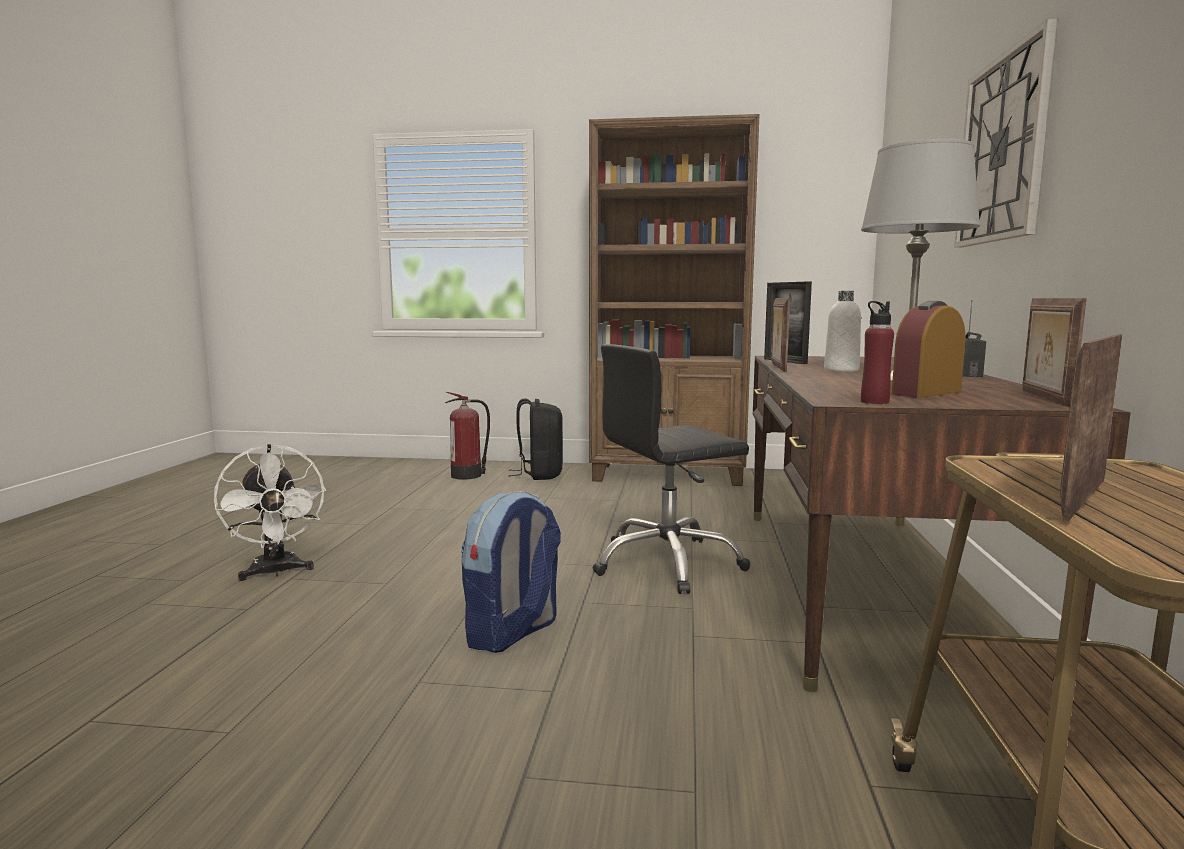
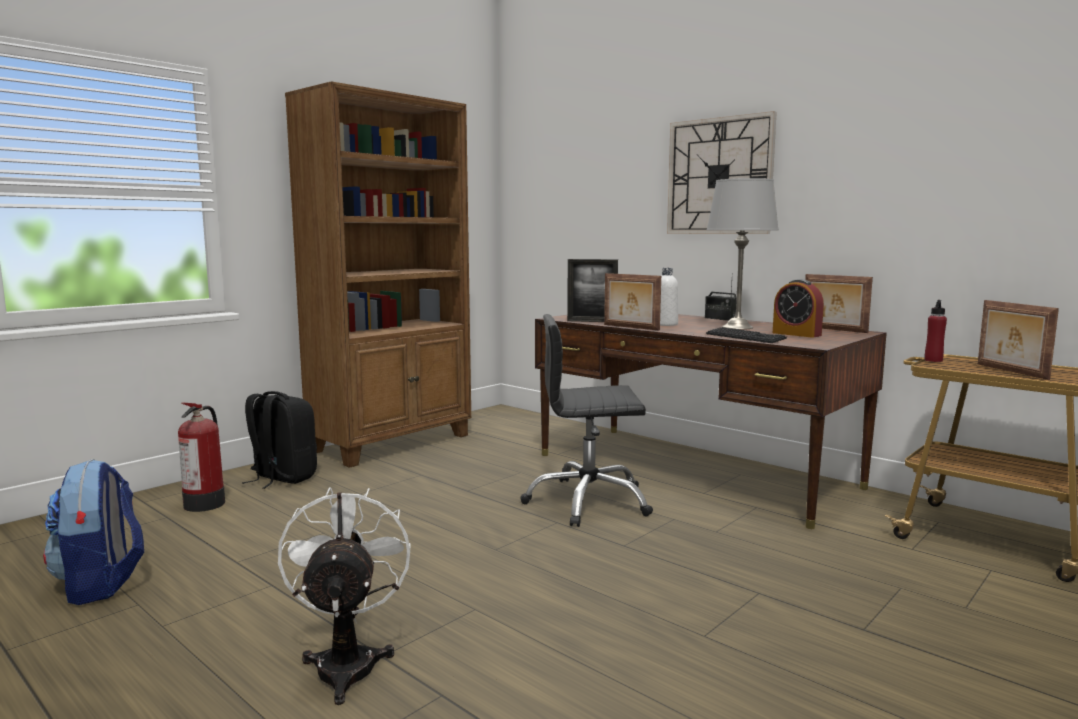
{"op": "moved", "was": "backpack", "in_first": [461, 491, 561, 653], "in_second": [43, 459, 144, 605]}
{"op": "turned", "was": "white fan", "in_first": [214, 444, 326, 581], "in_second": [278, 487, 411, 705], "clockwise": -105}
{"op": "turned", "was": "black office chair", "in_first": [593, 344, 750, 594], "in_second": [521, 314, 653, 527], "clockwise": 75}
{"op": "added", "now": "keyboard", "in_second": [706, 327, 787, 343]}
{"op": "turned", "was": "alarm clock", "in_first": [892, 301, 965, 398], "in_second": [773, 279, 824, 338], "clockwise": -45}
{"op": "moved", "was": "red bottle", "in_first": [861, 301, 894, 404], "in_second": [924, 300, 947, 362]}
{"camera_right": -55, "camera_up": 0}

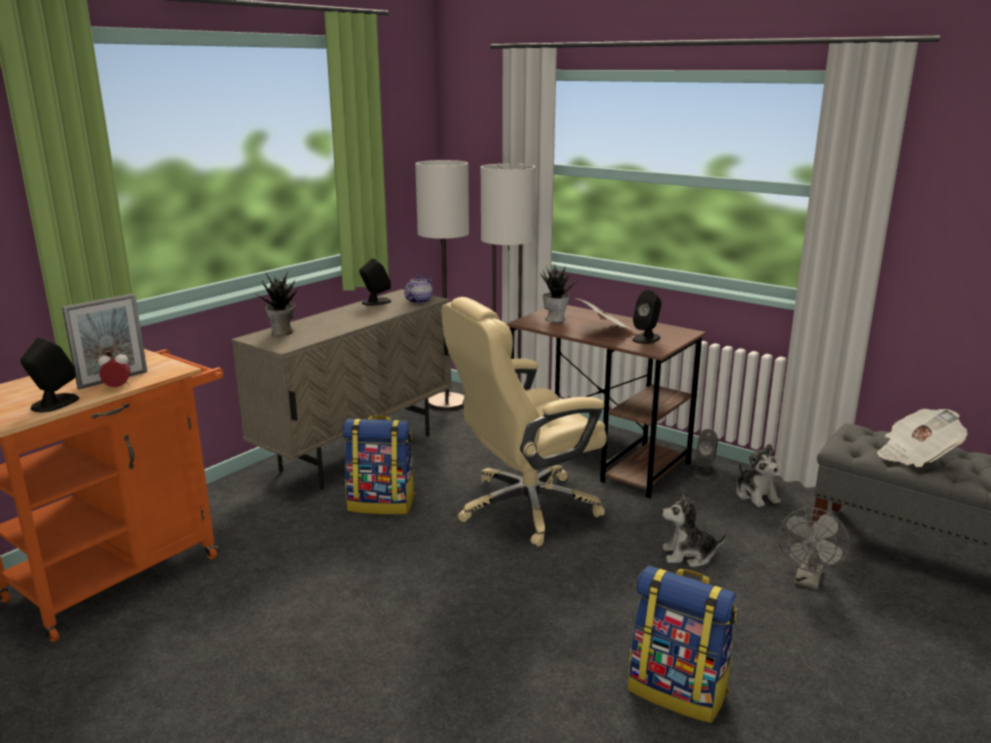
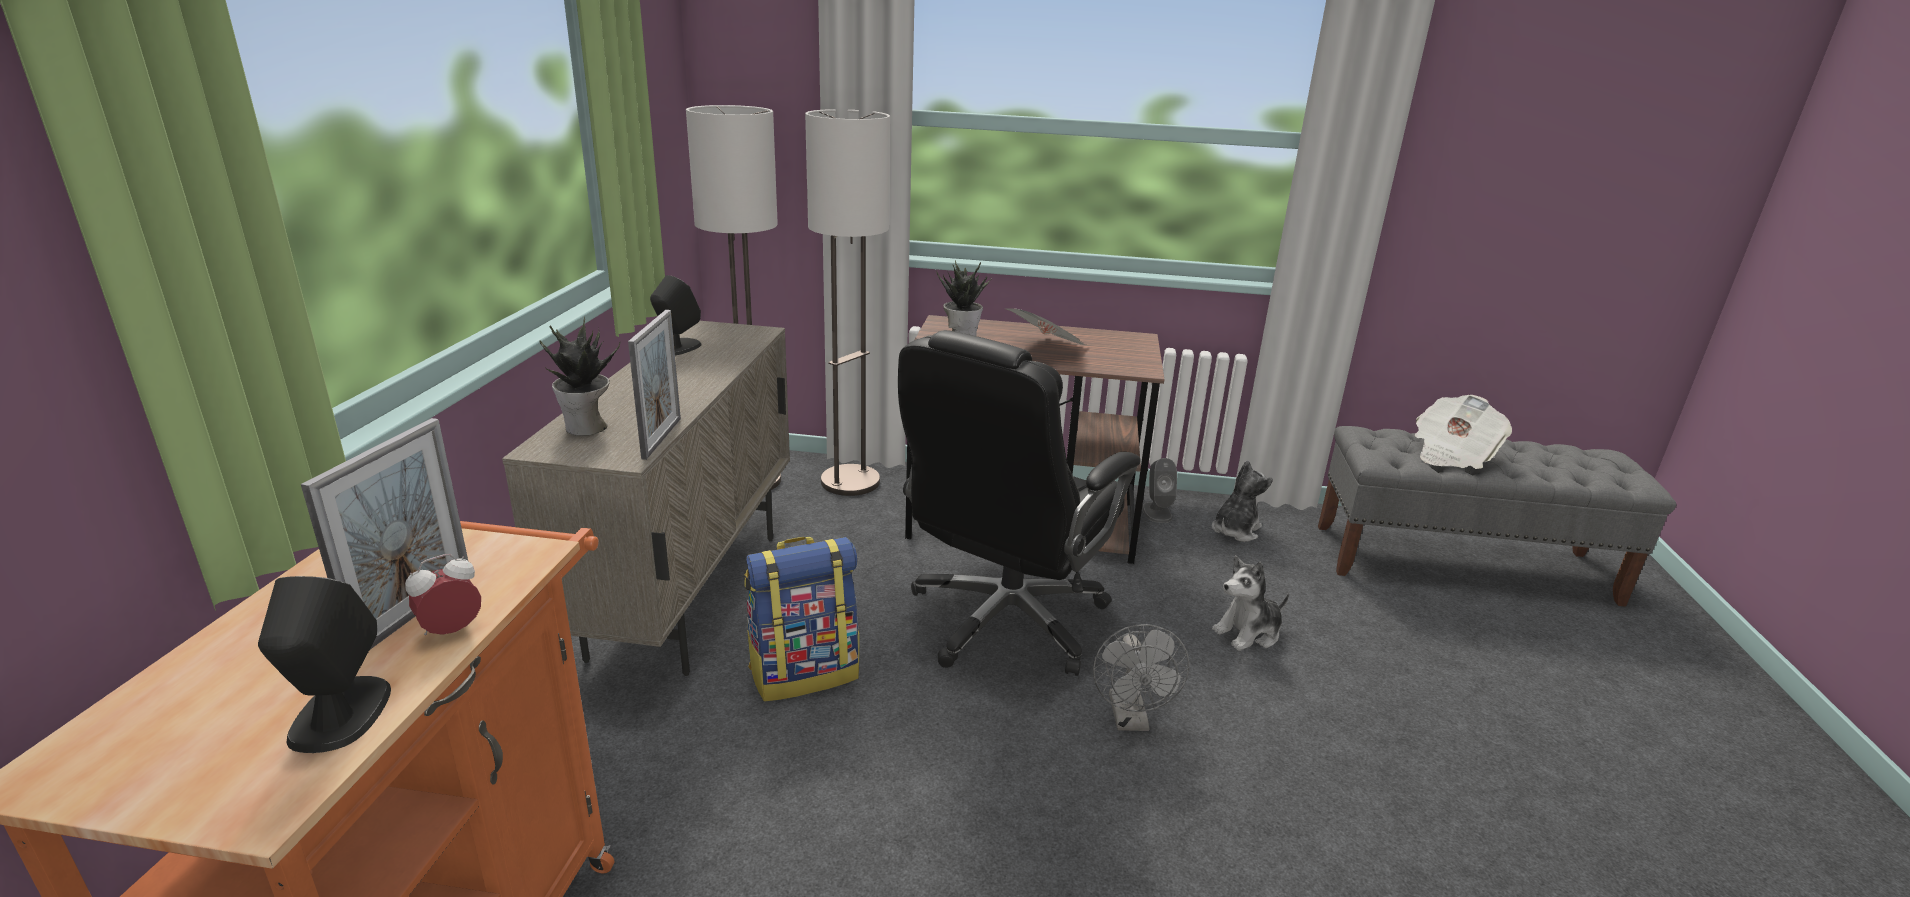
{"op": "added", "now": "picture frame", "in_second": [628, 310, 681, 460]}
{"op": "recoloured", "was": "beige office chair", "now": "black office chair", "in_first": [442, 297, 607, 547], "in_second": [898, 330, 1141, 676]}
{"op": "moved", "was": "grey fan", "in_first": [778, 508, 850, 589], "in_second": [1093, 624, 1190, 731]}
{"op": "turned", "was": "plush toy", "in_first": [736, 444, 780, 507], "in_second": [1212, 460, 1273, 542], "clockwise": -90}
{"op": "removed", "was": "teapot", "in_first": [404, 275, 433, 304]}
{"op": "removed", "was": "backpack", "in_first": [628, 566, 737, 723]}
{"op": "removed", "was": "black speaker", "in_first": [632, 290, 661, 344]}
{"camera_right": -30, "camera_up": 5}

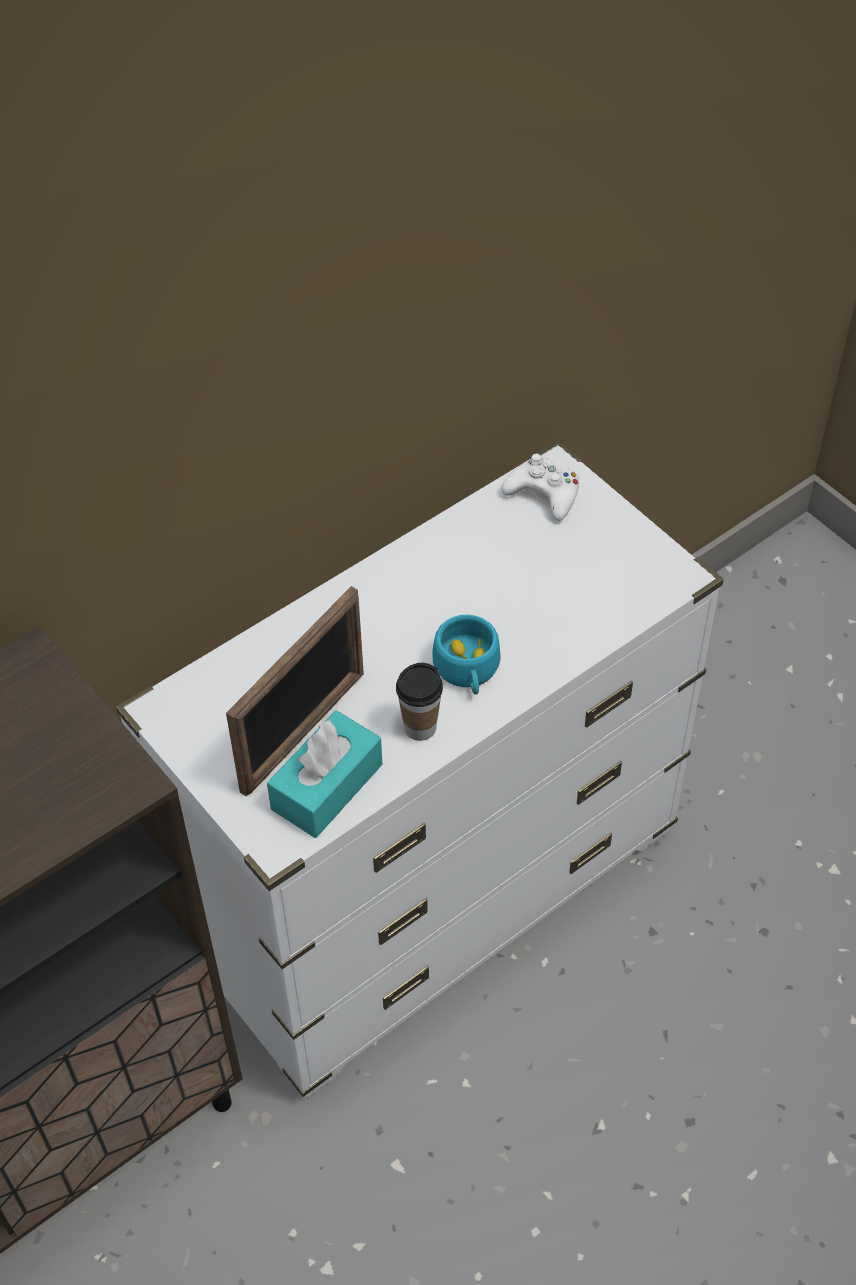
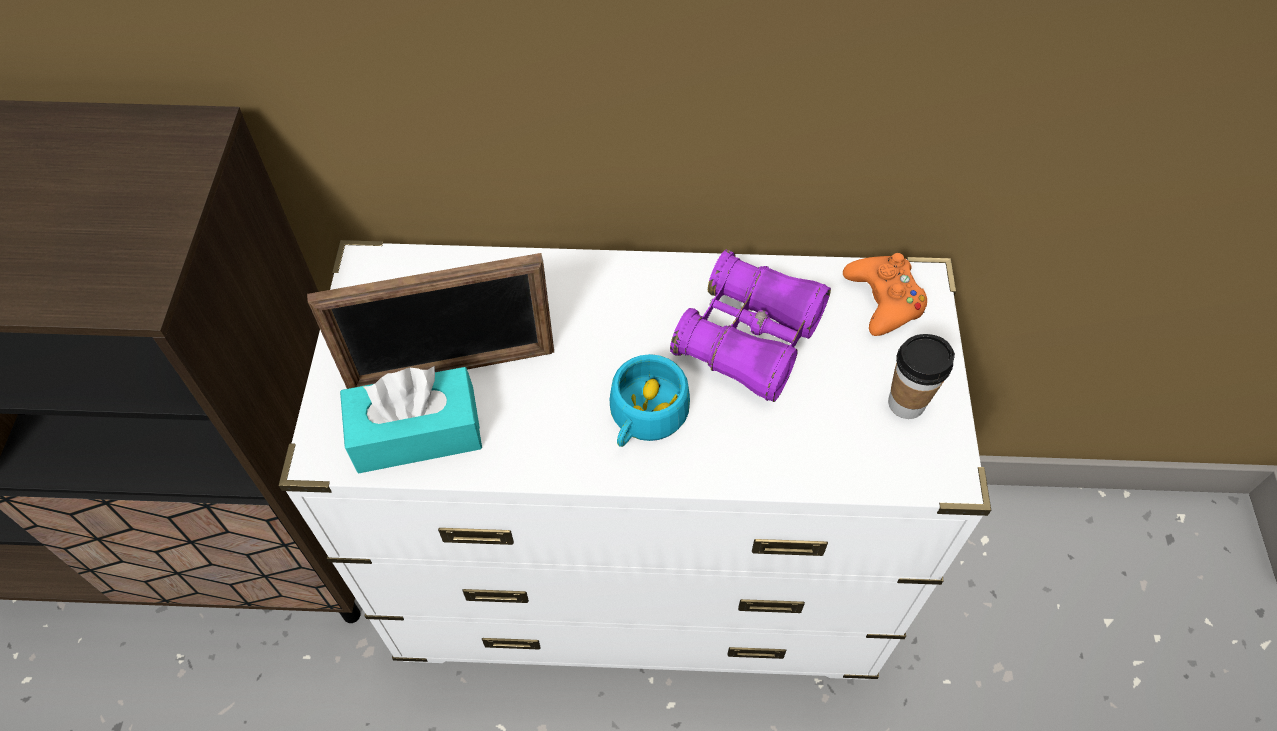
{"op": "added", "now": "purple binoculars", "in_second": [670, 250, 831, 402]}
{"op": "recoloured", "was": "white game controller", "now": "orange game controller", "in_first": [502, 454, 579, 521], "in_second": [843, 253, 927, 336]}
{"op": "moved", "was": "cup", "in_first": [396, 663, 443, 741], "in_second": [888, 334, 955, 419]}
{"camera_right": 40, "camera_up": 5}

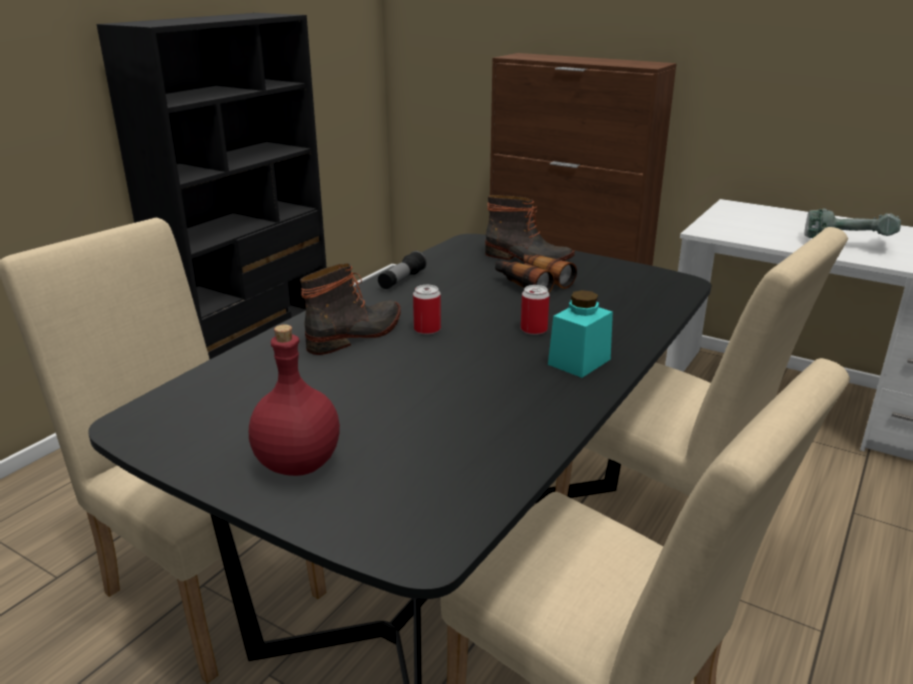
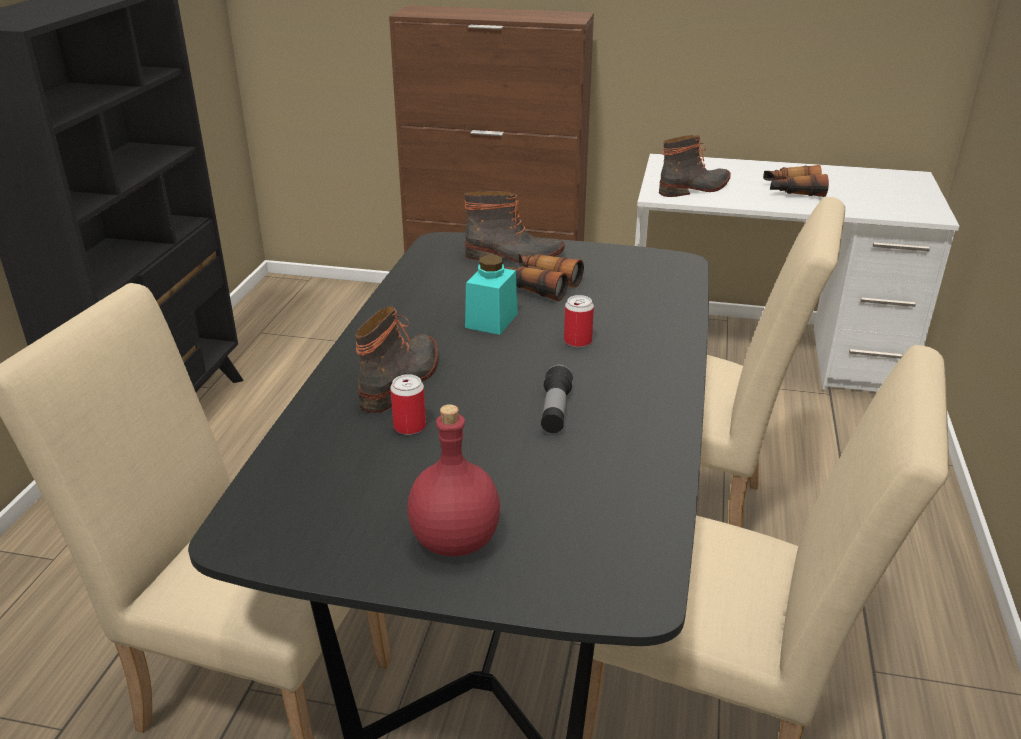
{"op": "moved", "was": "can", "in_first": [413, 285, 441, 335], "in_second": [390, 374, 426, 435]}
{"op": "moved", "was": "turquoise jar", "in_first": [548, 290, 613, 378], "in_second": [465, 255, 518, 335]}
{"op": "moved", "was": "flashlight", "in_first": [378, 251, 427, 289], "in_second": [541, 364, 573, 433]}
{"op": "added", "now": "boot", "in_second": [659, 135, 731, 197]}
{"op": "replaced", "was": "power drill", "now": "binoculars", "in_first": [804, 208, 901, 238], "in_second": [763, 165, 829, 197]}
{"camera_right": -20, "camera_up": 5}

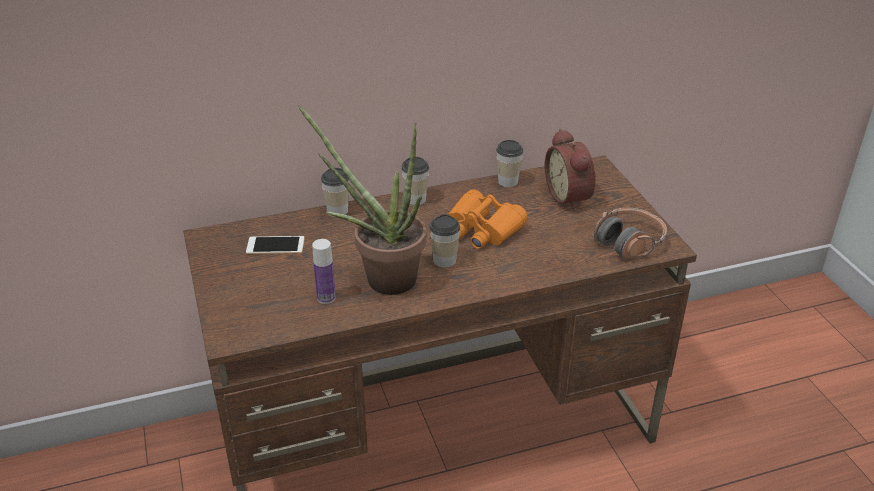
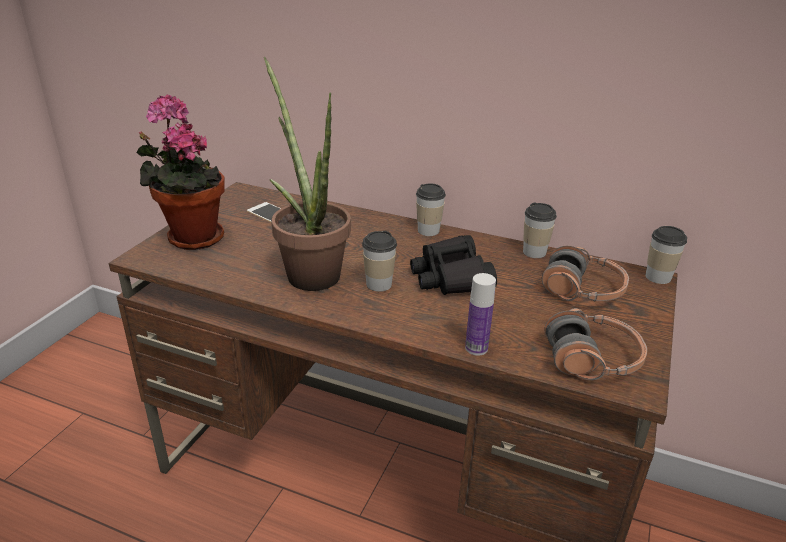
{"op": "added", "now": "potted plant", "in_second": [137, 95, 225, 250]}
{"op": "recoloured", "was": "orange binoculars", "now": "black binoculars", "in_first": [448, 189, 528, 249], "in_second": [410, 235, 497, 295]}
{"op": "moved", "was": "bottle", "in_first": [312, 239, 336, 304], "in_second": [465, 273, 496, 356]}
{"op": "replaced", "was": "alarm clock", "now": "headphones", "in_first": [545, 129, 595, 211], "in_second": [542, 246, 629, 301]}
{"op": "moved", "was": "cup", "in_first": [321, 168, 349, 217], "in_second": [645, 226, 687, 284]}
{"camera_right": 40, "camera_up": -5}

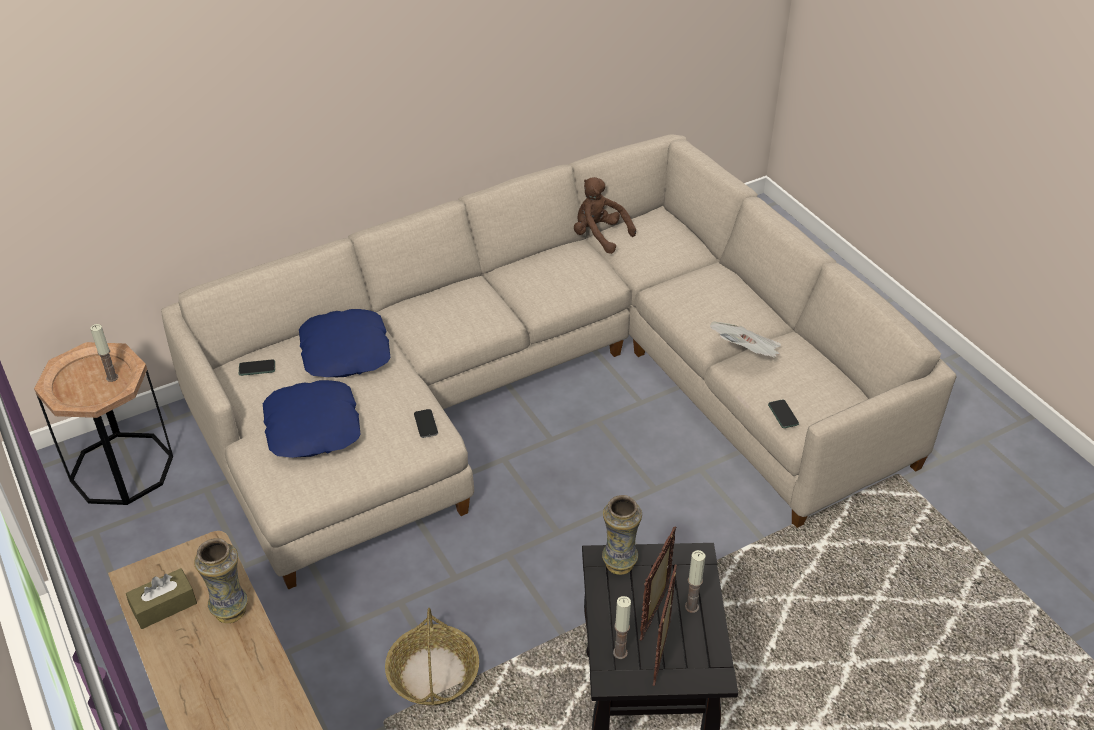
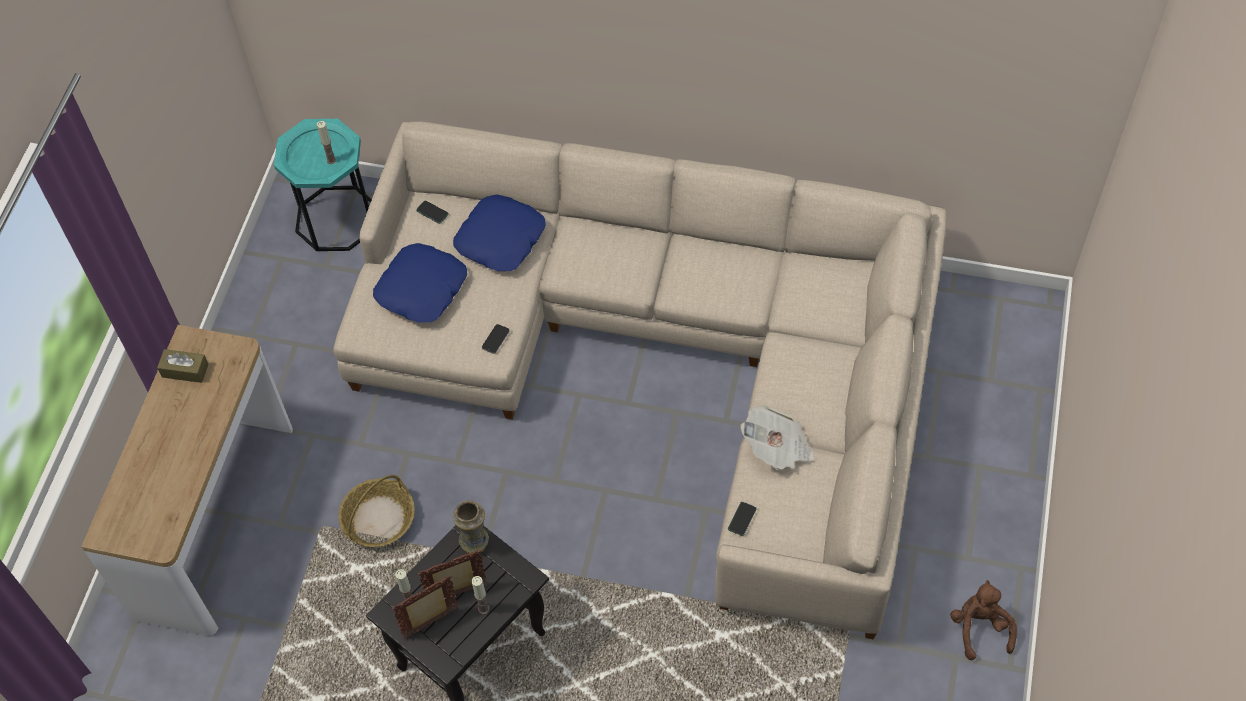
{"op": "recoloured", "was": "brown side table", "now": "turquoise side table", "in_first": [34, 342, 173, 505], "in_second": [274, 119, 372, 251]}
{"op": "moved", "was": "brown plush toy", "in_first": [574, 177, 636, 254], "in_second": [950, 580, 1017, 660]}
{"op": "removed", "was": "vase", "in_first": [194, 538, 248, 623]}
{"camera_right": 45, "camera_up": 15}

